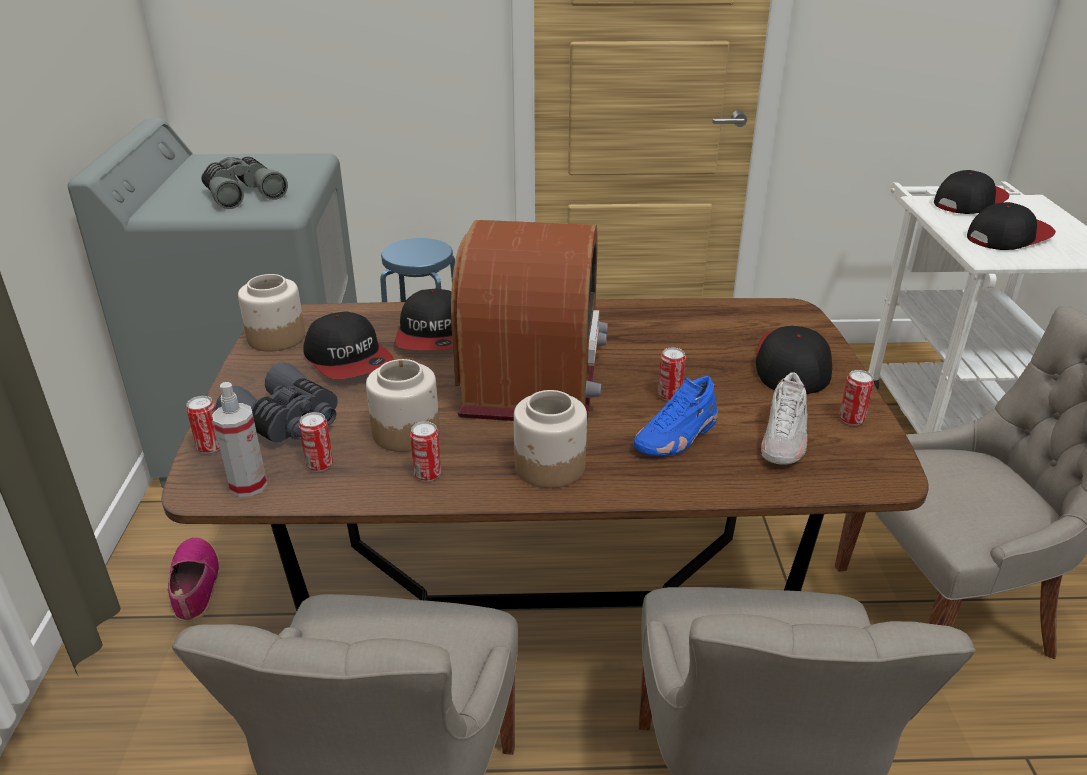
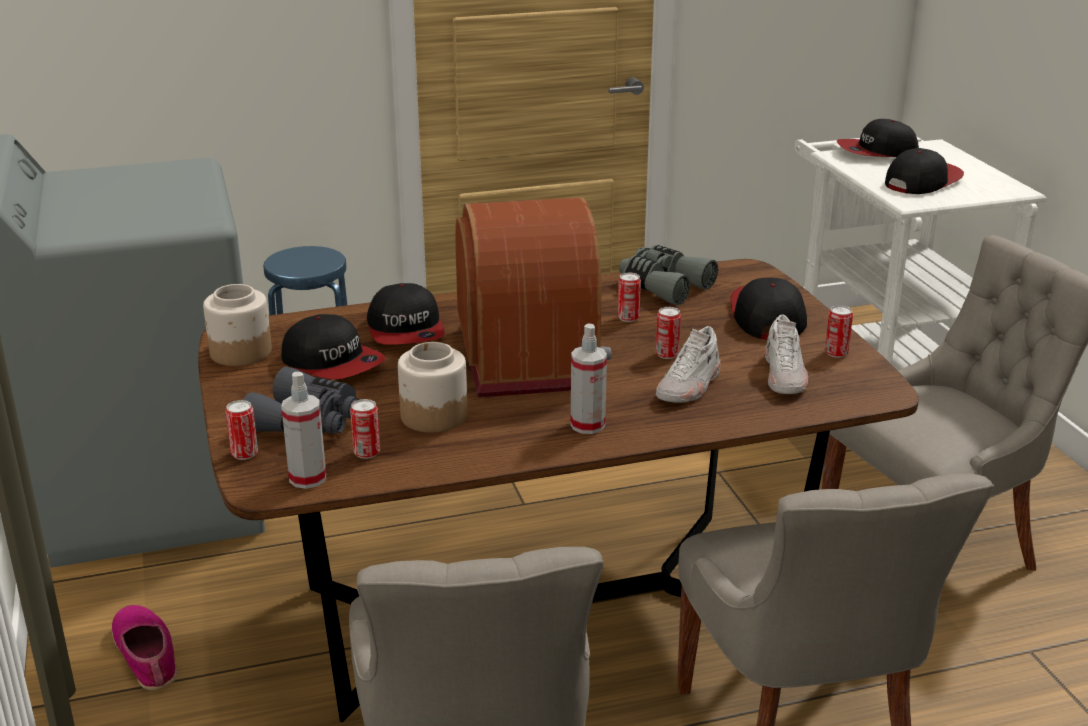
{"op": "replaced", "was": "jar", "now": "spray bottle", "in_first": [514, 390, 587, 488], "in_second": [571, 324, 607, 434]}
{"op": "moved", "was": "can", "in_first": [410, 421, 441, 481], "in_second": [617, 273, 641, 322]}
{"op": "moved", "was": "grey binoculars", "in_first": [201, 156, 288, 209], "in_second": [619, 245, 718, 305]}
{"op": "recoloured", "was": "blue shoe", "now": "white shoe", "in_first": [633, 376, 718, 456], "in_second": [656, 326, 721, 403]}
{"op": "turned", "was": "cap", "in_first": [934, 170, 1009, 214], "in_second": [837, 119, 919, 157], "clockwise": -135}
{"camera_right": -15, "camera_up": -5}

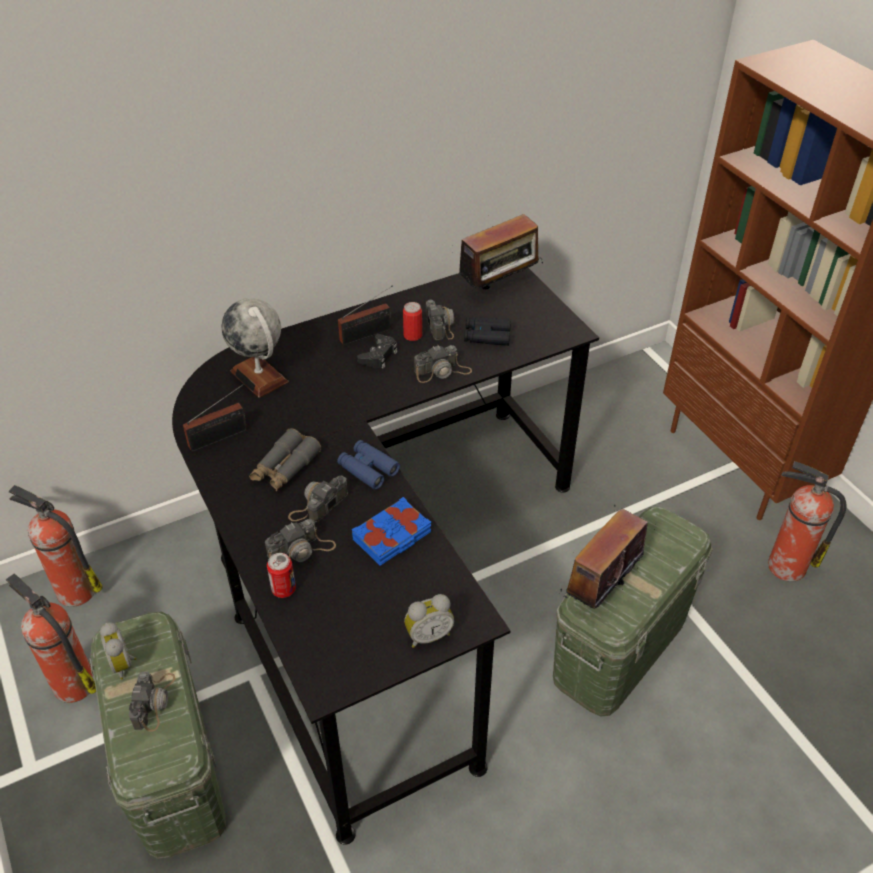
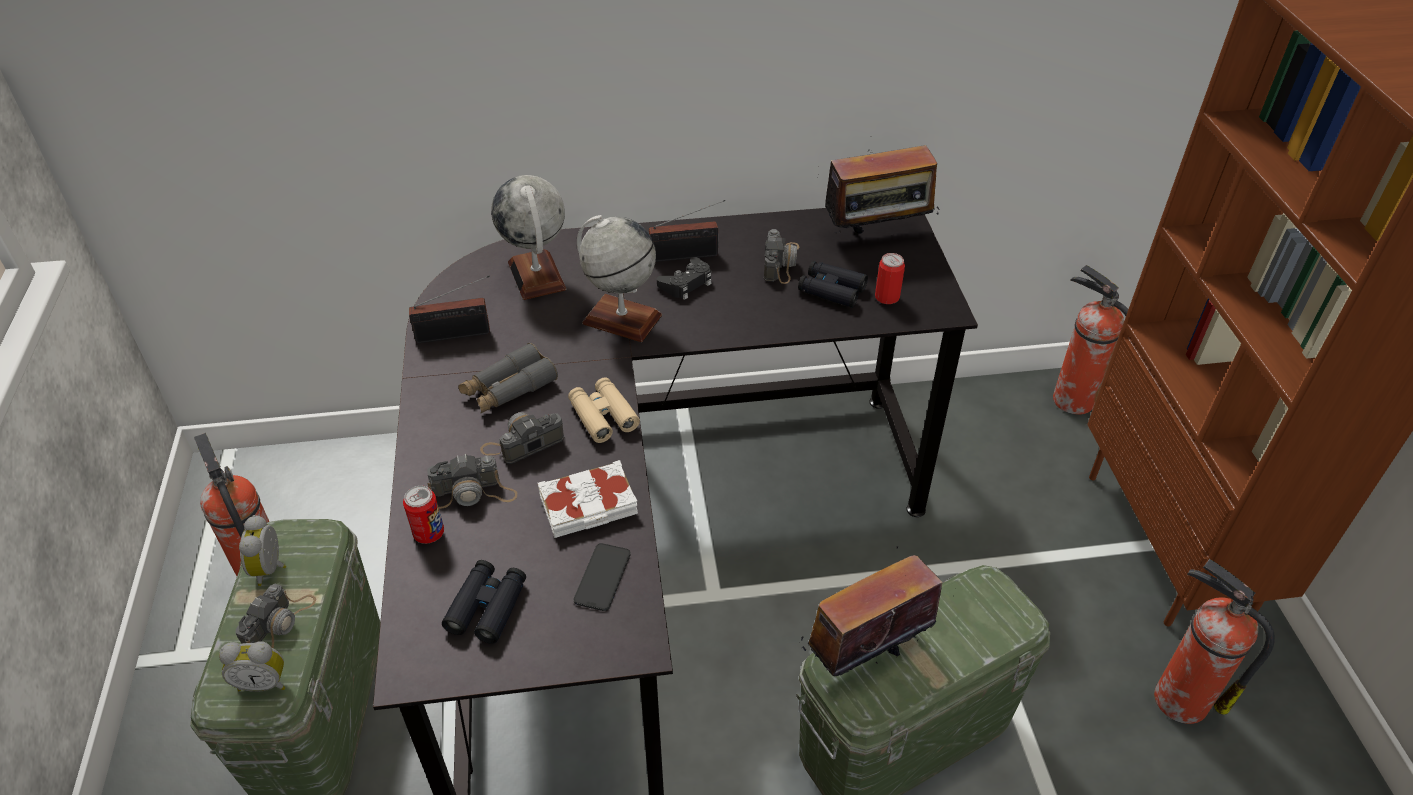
{"op": "moved", "was": "alarm clock", "in_first": [404, 594, 454, 648], "in_second": [219, 641, 285, 692]}
{"op": "added", "now": "black binoculars", "in_second": [442, 560, 526, 644]}
{"op": "recoloured", "was": "blue book", "now": "white book", "in_first": [352, 497, 431, 566], "in_second": [538, 460, 638, 538]}
{"op": "recoloured", "was": "blue binoculars", "now": "beige binoculars", "in_first": [337, 440, 400, 490], "in_second": [568, 377, 640, 443]}
{"op": "added", "now": "phone", "in_second": [574, 543, 631, 611]}
{"op": "added", "now": "globe", "in_second": [577, 215, 662, 342]}
{"op": "moved", "was": "can", "in_first": [403, 302, 422, 341], "in_second": [875, 253, 905, 304]}
{"op": "moved", "was": "fire extinguisher", "in_first": [9, 485, 103, 607], "in_second": [1053, 265, 1128, 415]}
{"op": "removed", "was": "photo camera", "in_first": [414, 345, 472, 383]}
{"camera_right": 20, "camera_up": 0}

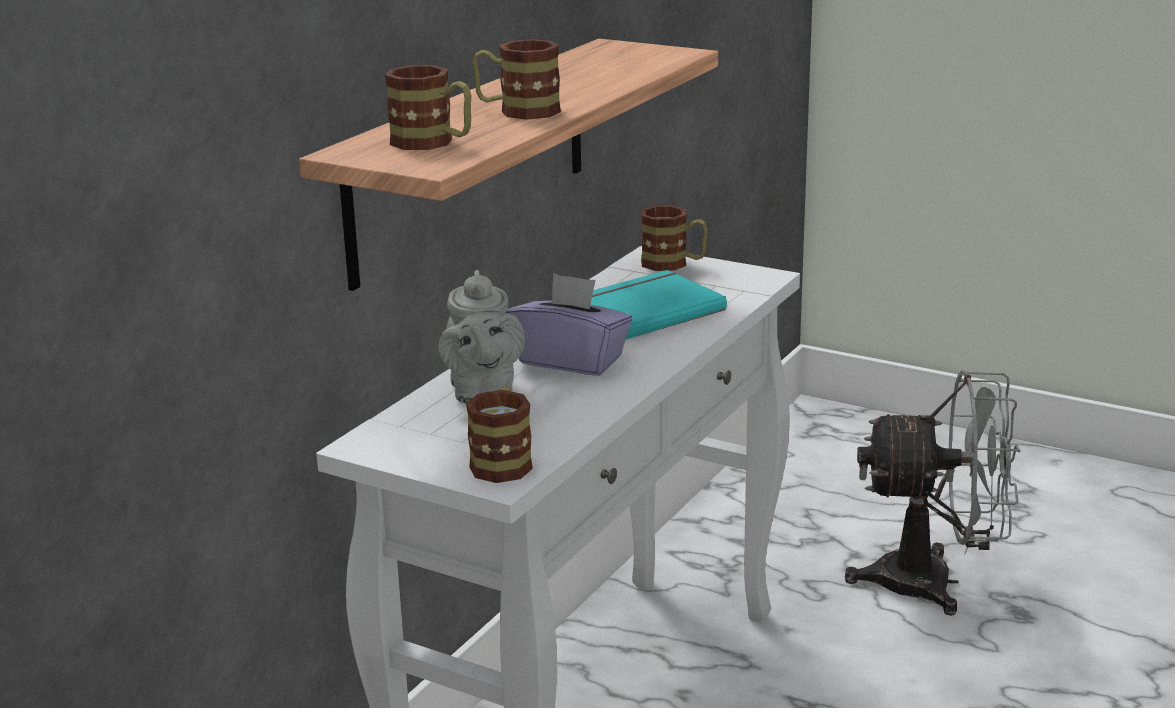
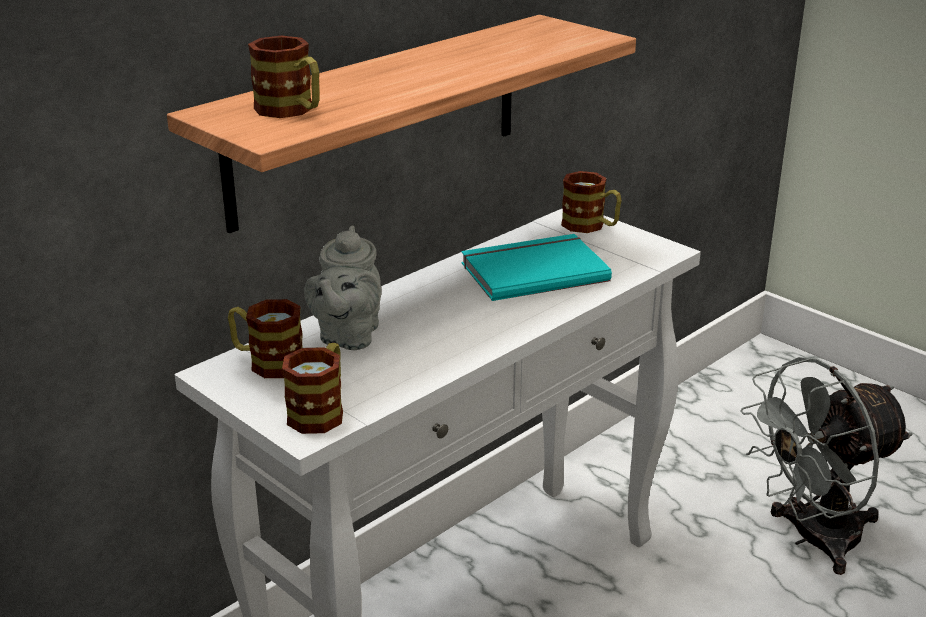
{"op": "moved", "was": "mug", "in_first": [472, 39, 561, 120], "in_second": [228, 299, 303, 378]}
{"op": "turned", "was": "grey fan", "in_first": [845, 370, 1021, 616], "in_second": [740, 357, 913, 575], "clockwise": 135}
{"op": "removed", "was": "purple tissue box", "in_first": [506, 273, 632, 376]}
{"camera_right": 15, "camera_up": 5}

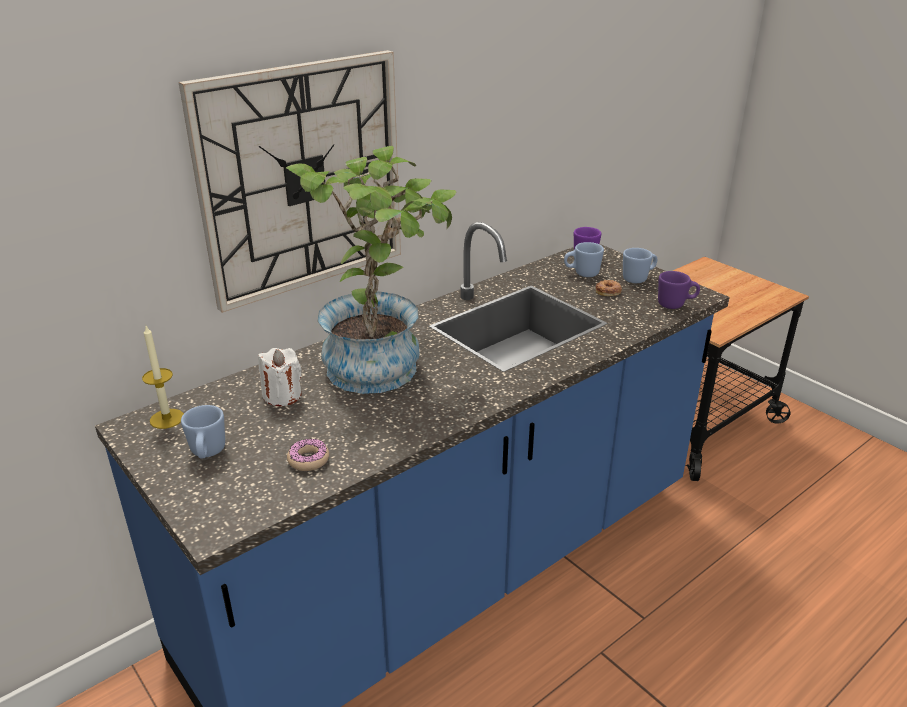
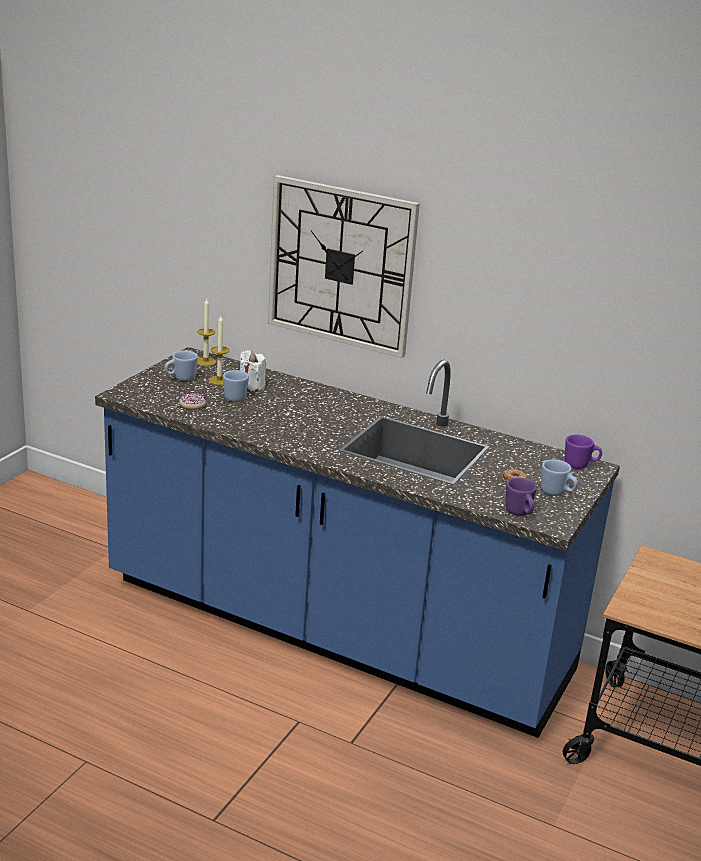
{"op": "added", "now": "candle", "in_second": [209, 316, 230, 385]}
{"op": "moved", "was": "blue mug", "in_first": [564, 242, 604, 277], "in_second": [223, 370, 249, 402]}
{"op": "removed", "was": "potted plant", "in_first": [286, 146, 457, 394]}
{"camera_right": 65, "camera_up": -5}

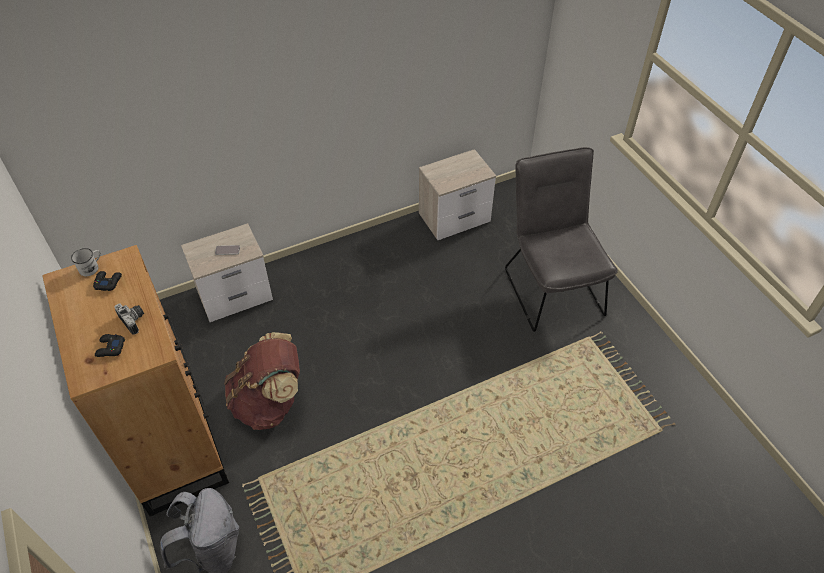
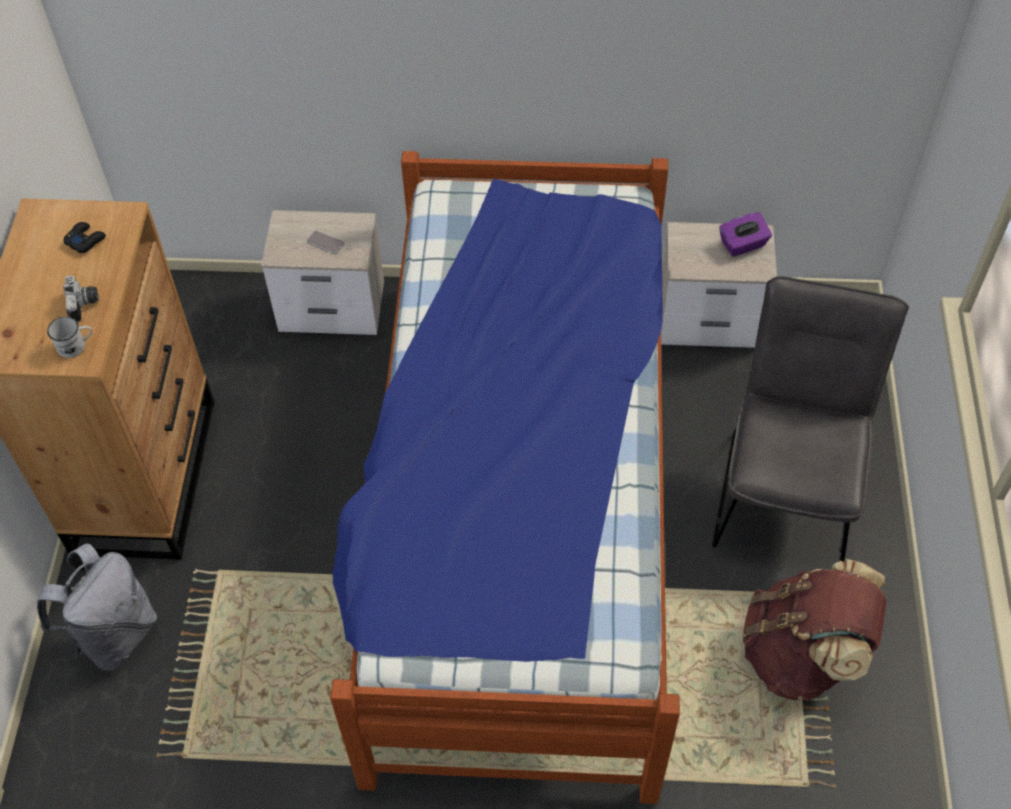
{"op": "moved", "was": "white mug", "in_first": [71, 248, 101, 276], "in_second": [47, 316, 92, 358]}
{"op": "added", "now": "bed", "in_second": [330, 151, 680, 804]}
{"op": "added", "now": "purple tissue box", "in_second": [719, 212, 772, 257]}
{"op": "moved", "was": "brown backpack", "in_first": [224, 332, 300, 430], "in_second": [742, 559, 887, 701]}
{"op": "removed", "was": "black game controller", "in_first": [95, 334, 125, 357]}
{"camera_right": 30, "camera_up": 5}

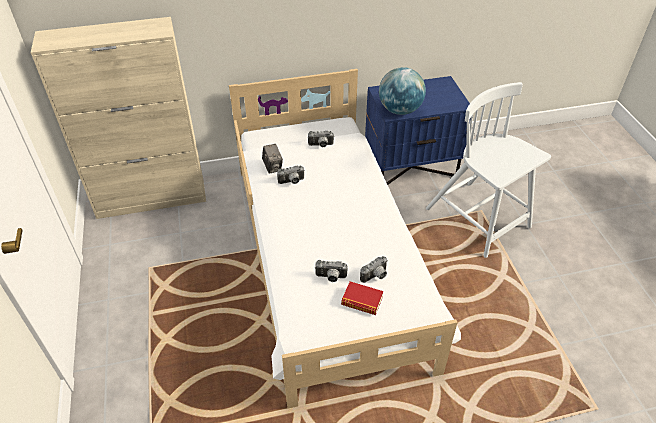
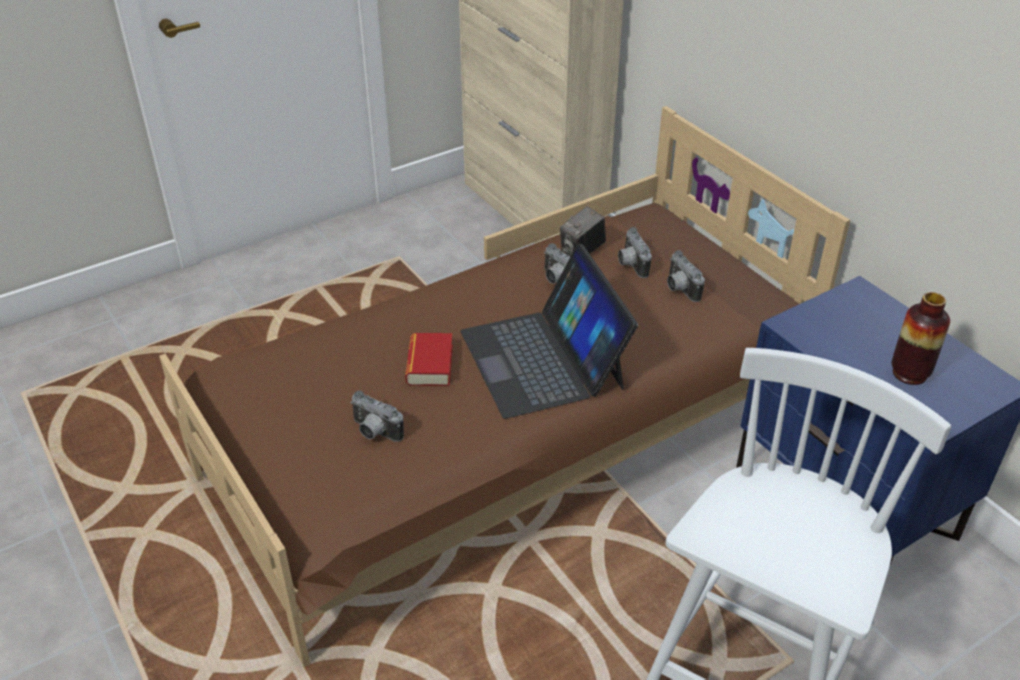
{"op": "recoloured", "was": "white bed", "now": "brown bed", "in_first": [229, 69, 461, 408], "in_second": [159, 106, 850, 667]}
{"op": "moved", "was": "book", "in_first": [341, 281, 383, 315], "in_second": [405, 333, 453, 386]}
{"op": "added", "now": "laptop", "in_second": [461, 243, 638, 419]}
{"op": "moved", "was": "photo camera", "in_first": [315, 260, 348, 282], "in_second": [618, 227, 652, 278]}
{"op": "added", "now": "vase", "in_second": [892, 292, 950, 385]}
{"op": "removed", "was": "globe", "in_first": [379, 67, 426, 115]}
{"camera_right": 70, "camera_up": -5}

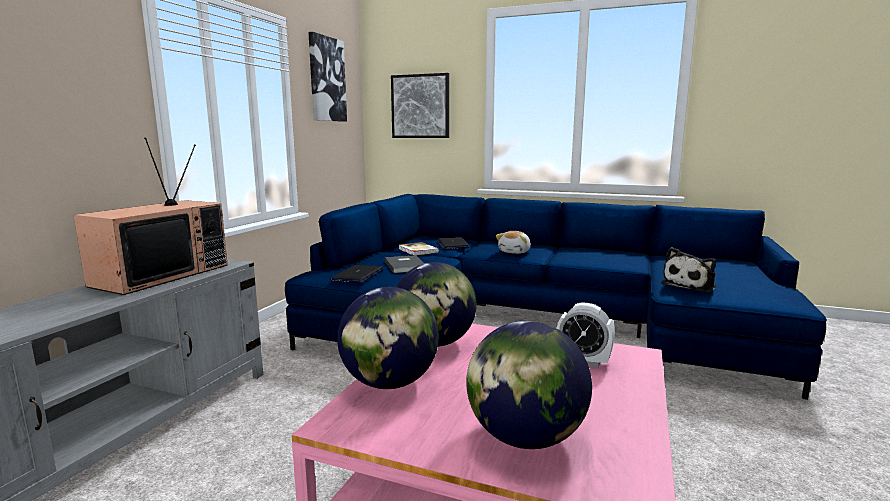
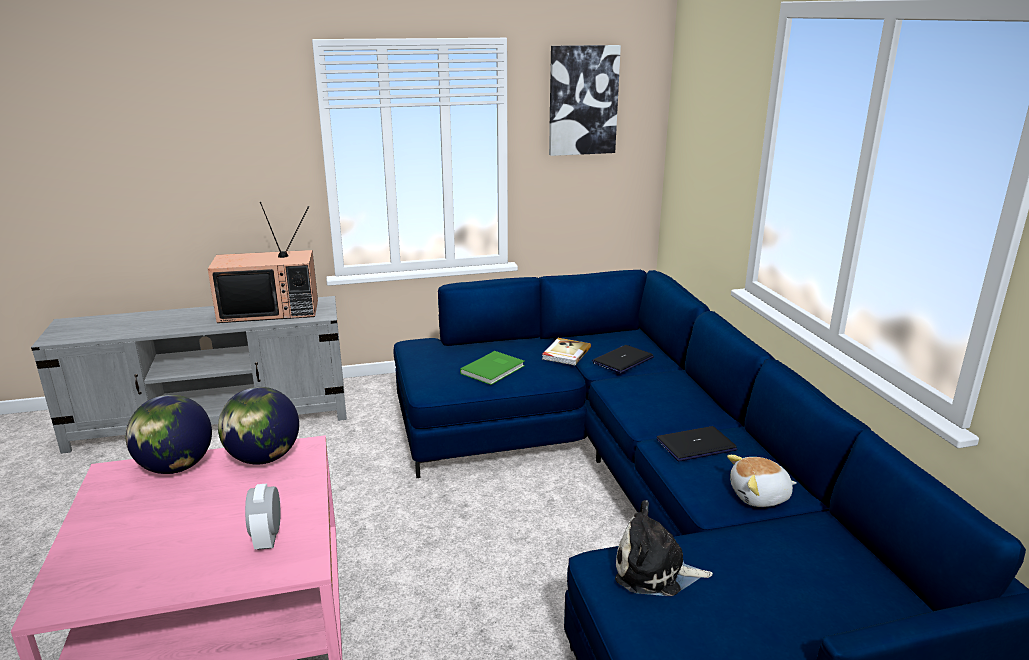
{"op": "recoloured", "was": "grey book", "now": "green book", "in_first": [385, 255, 424, 273], "in_second": [460, 351, 525, 385]}
{"op": "moved", "was": "laptop", "in_first": [330, 265, 383, 283], "in_second": [657, 426, 737, 461]}
{"op": "moved", "was": "plush toy", "in_first": [496, 231, 531, 254], "in_second": [727, 455, 797, 507]}
{"op": "removed", "was": "picture", "in_first": [391, 73, 449, 138]}
{"op": "removed", "was": "globe", "in_first": [466, 321, 592, 449]}
{"camera_right": 55, "camera_up": 10}

